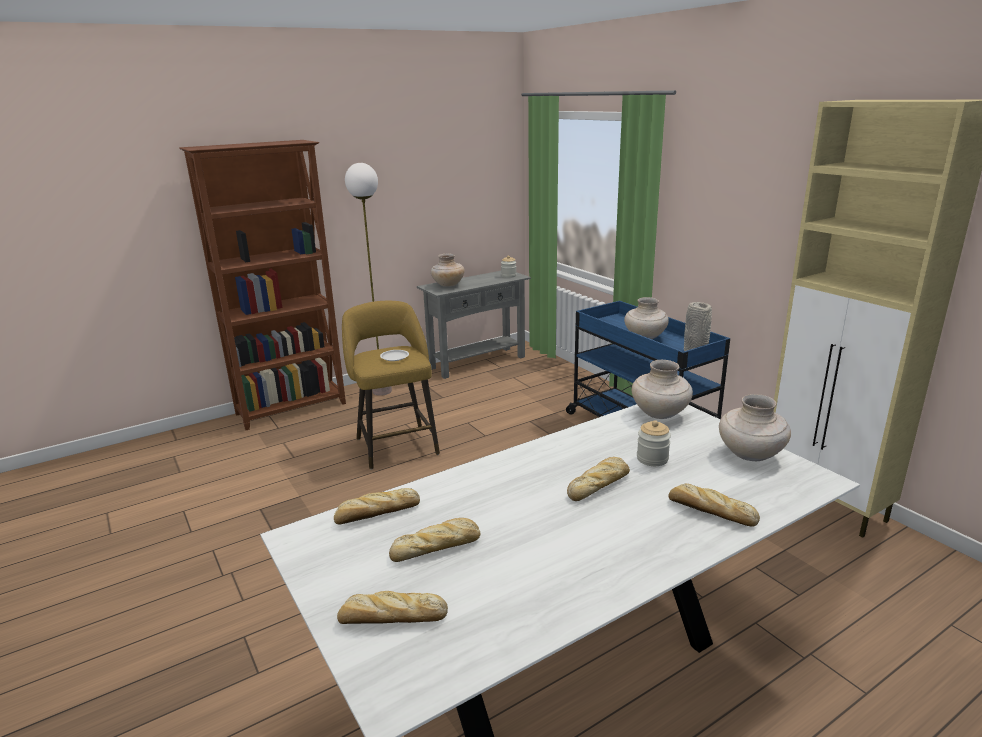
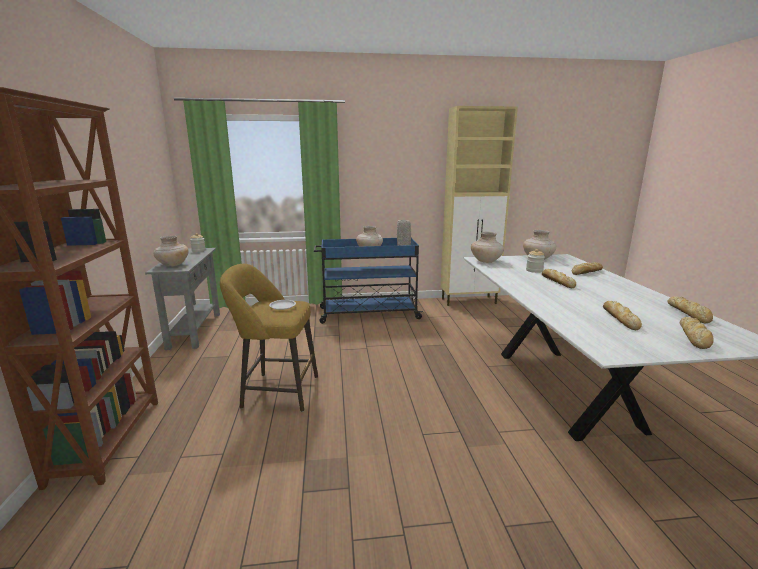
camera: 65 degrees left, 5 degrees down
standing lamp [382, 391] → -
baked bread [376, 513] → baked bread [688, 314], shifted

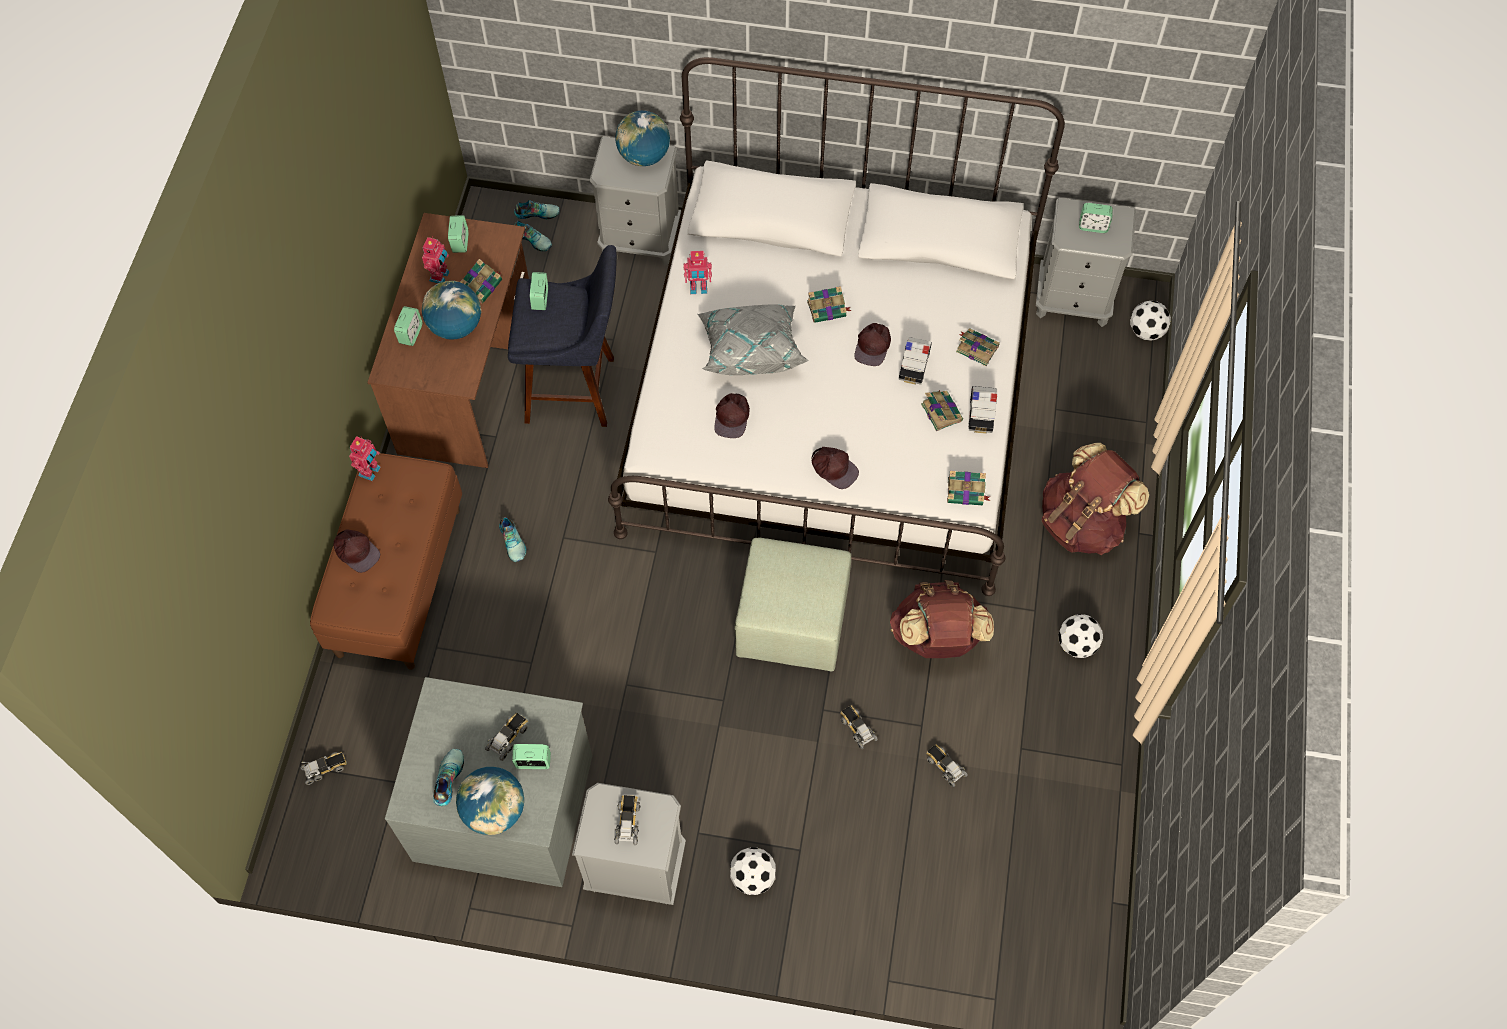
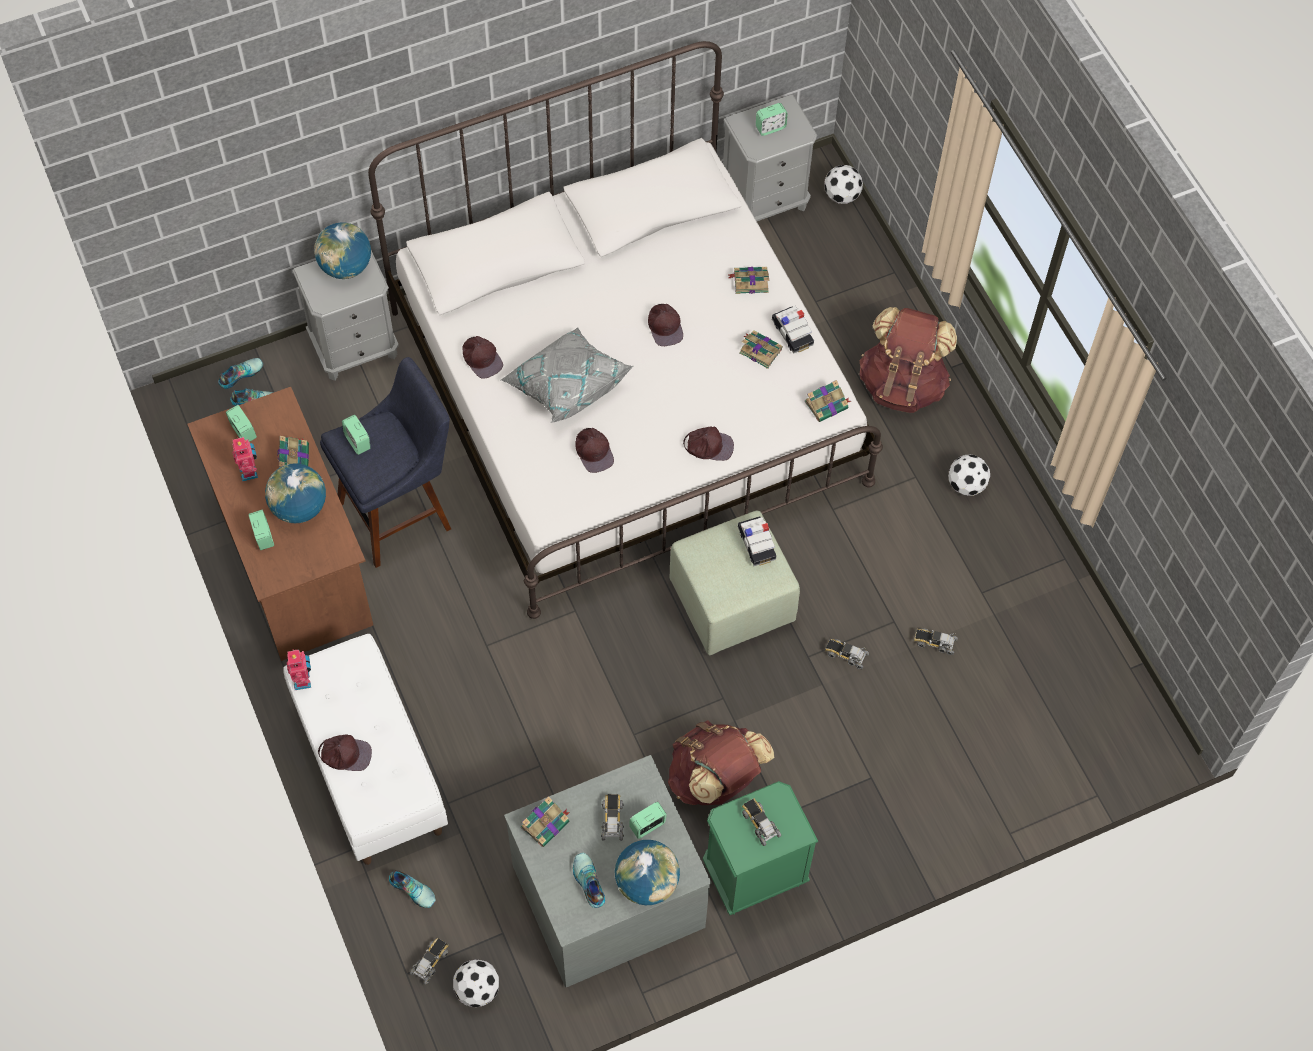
camera: 35 degrees left, 0 degrees up
low shoe [513, 541] → low shoe [413, 889], shifted
football ball [752, 876] → football ball [477, 989], shifted
bound book [827, 309] → bound book [545, 823], shifted
rucksack (brownish) [937, 638] → rucksack (brownish) [715, 779], shifted
toy car [914, 365] → toy car [756, 544], shifted
robot figure [698, 289] → baseball cap (brownish) [482, 358]
indoor bench (brownish) [398, 580] → indoor bench (white-coloured) [369, 767]
nightstand (gray) [636, 868] → nightstand (green-coloured) [753, 874]

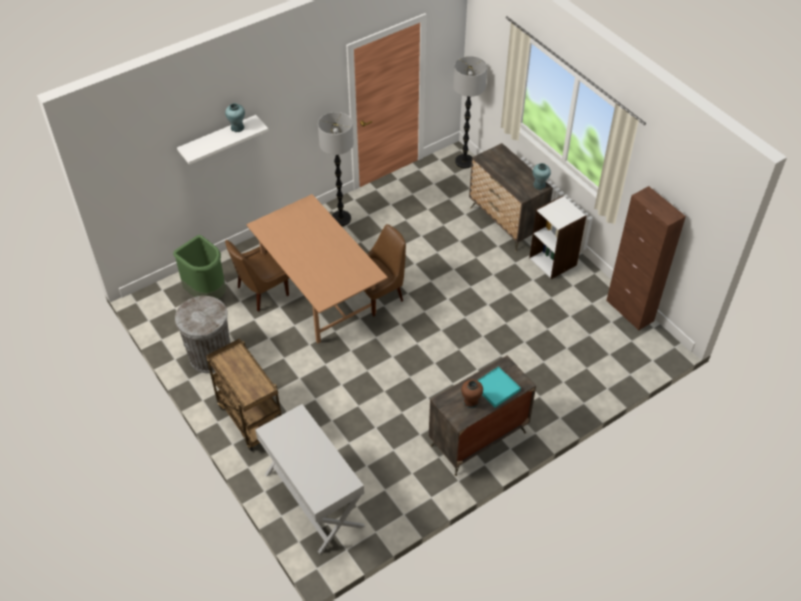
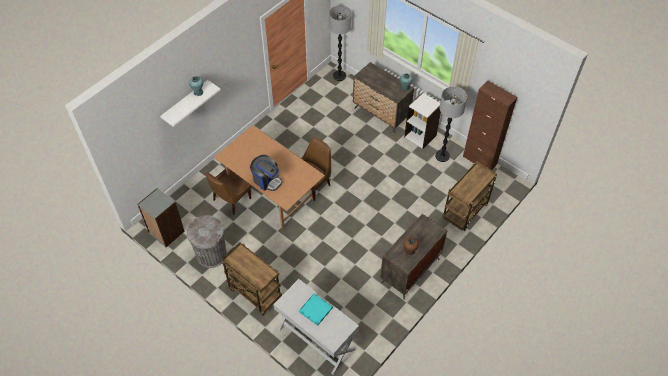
camera: 15 degrees left, 5 degrees up
trash can (green-coloured) [207, 294] → -
- → bookcase (gray) [166, 232]
- → coffee machine [266, 180]
- → wheeled cart (brownish) [465, 212]
standing lamp [341, 219] → standing lamp [442, 156], shifted
tray (blue-green) [496, 388] → tray (blue-green) [315, 310], shifted

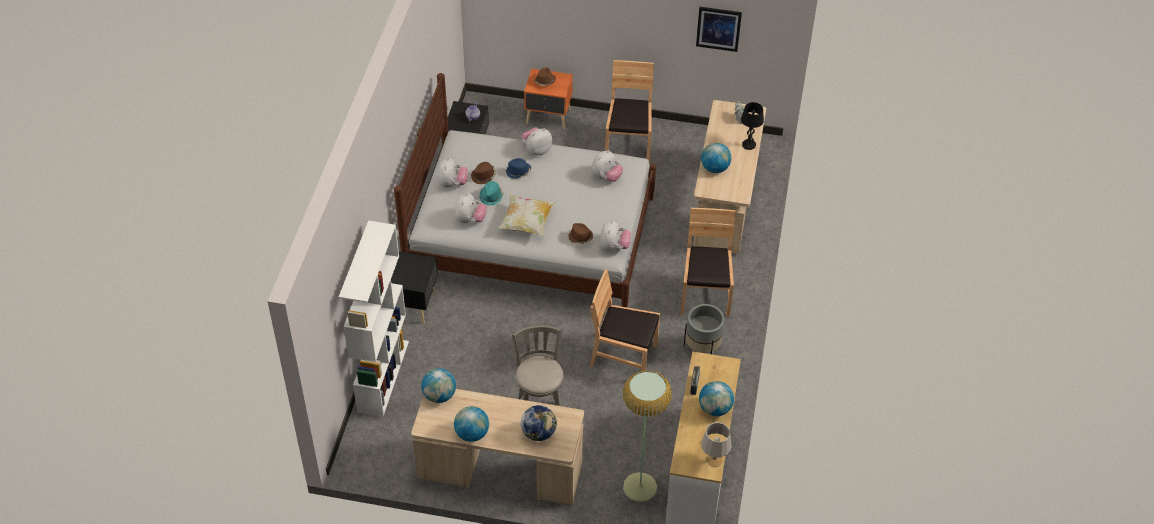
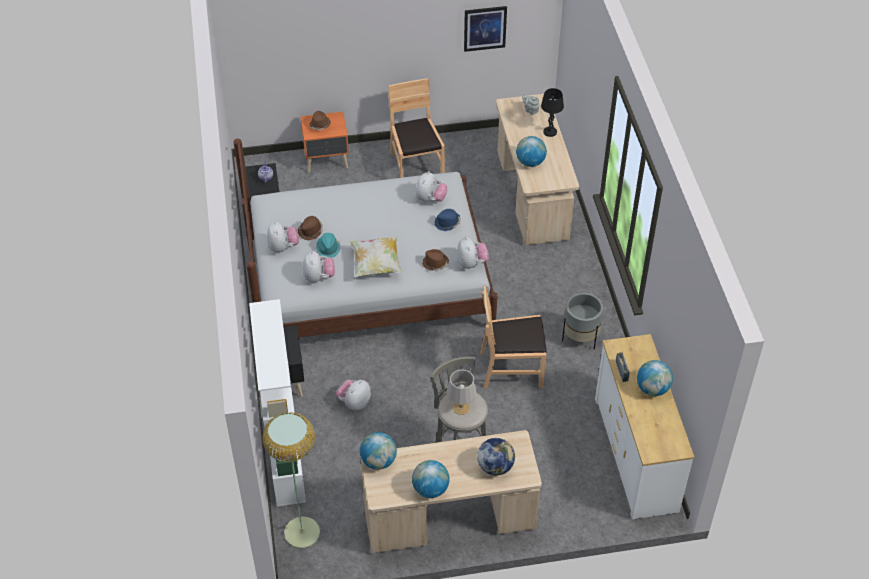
camera: 20 degrees left, 0 degrees up
chair (brownish) [705, 294] → -
clothing hat (blue) [518, 172] → clothing hat (blue) [447, 223], shifted
soft toy [536, 150] → soft toy [354, 402], shifted
standing lamp [640, 487] → standing lamp [302, 533], shifted
table lamp (gray) [714, 460] → table lamp (gray) [461, 408], shifted

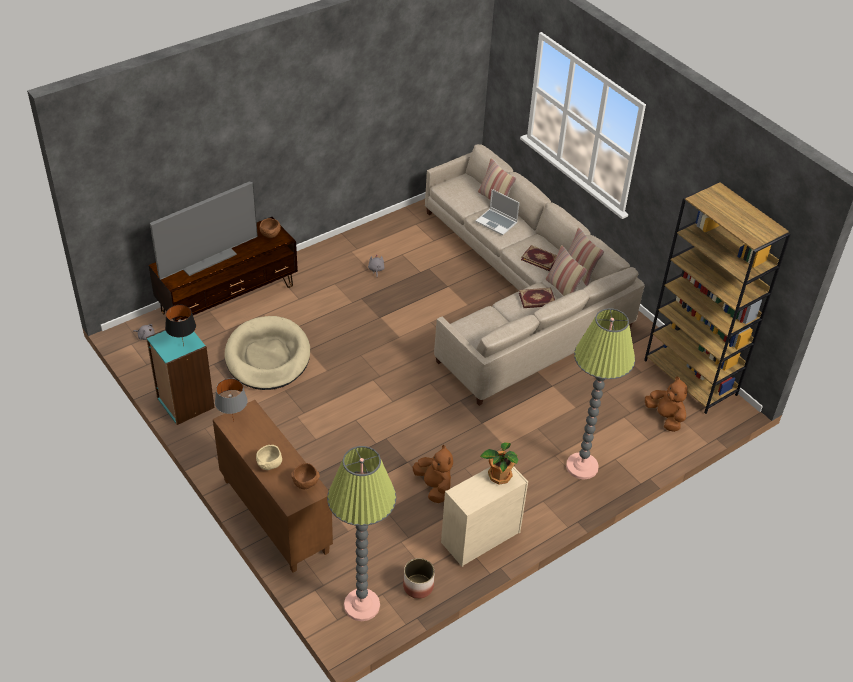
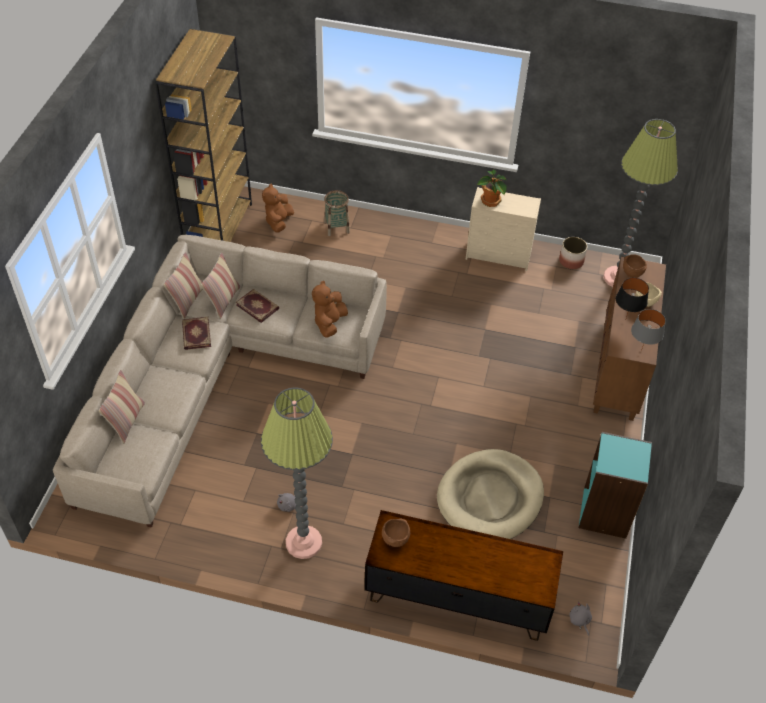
camera: 130 degrees left, 5 degrees up
television [206, 257] → -
laptop [497, 222] → -
- → basket [336, 227]
table lamp (black) [183, 346] → table lamp (black) [625, 319], shifted
soft toy (brownish) [434, 487] → soft toy (brownish) [329, 323], shifted
standing lamp [582, 466] → standing lamp [303, 542], shifted

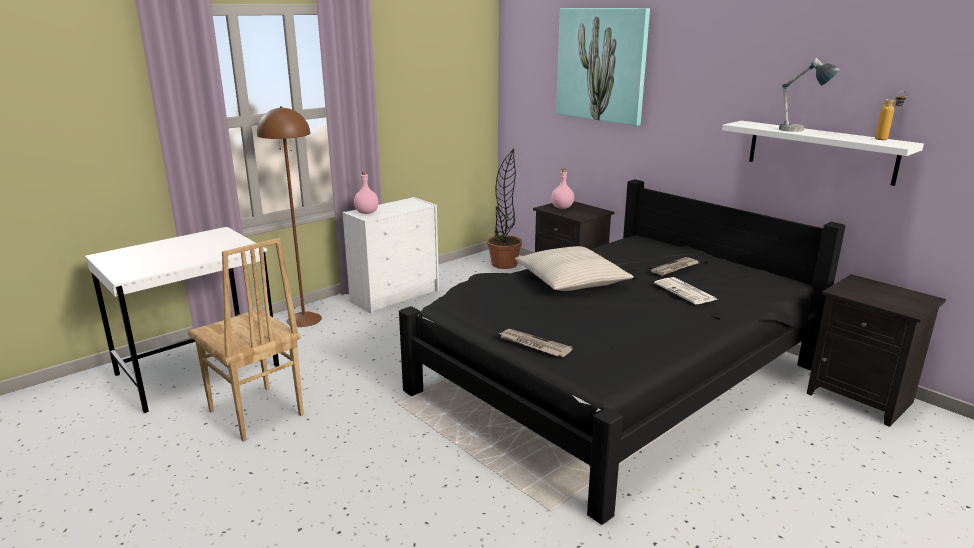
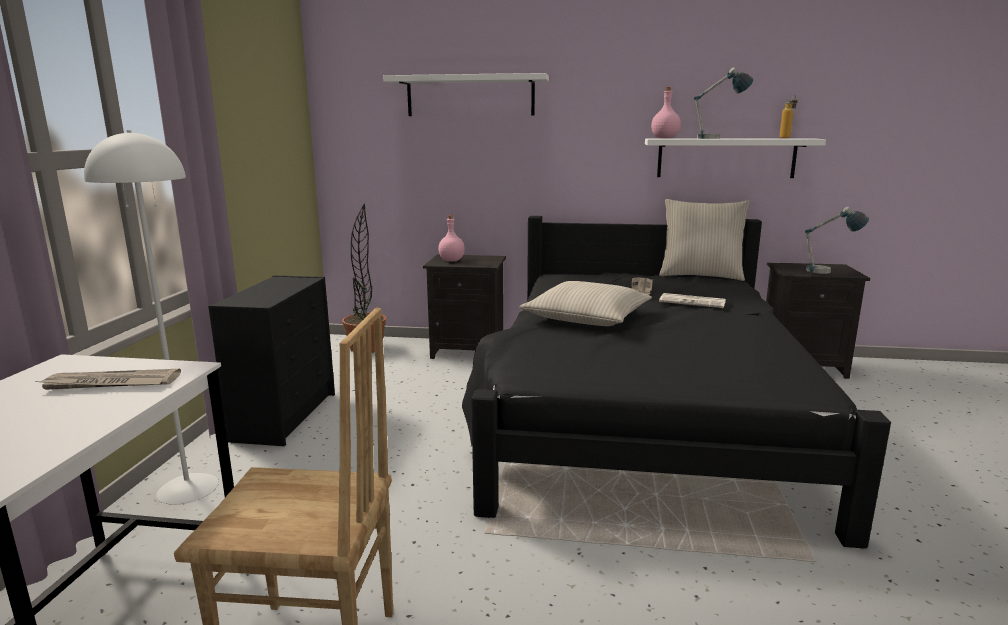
camera: 40 degrees left, 5 degrees down
- → cushion (beige-coloured) [700, 275]
- → table lamp [829, 272]
drink bottle (pinkish) [366, 212] → drink bottle (pinkish) [664, 138], shifted
daily paper [533, 345] → daily paper [110, 384], shifted
wall picture [602, 65] → wall shelf (white-coloured) [470, 96]
standing lamp (brownish) [304, 319] → standing lamp (white-coloured) [188, 488]
drawer chest (white-coloured) [396, 296] → drawer chest (black) [286, 415]

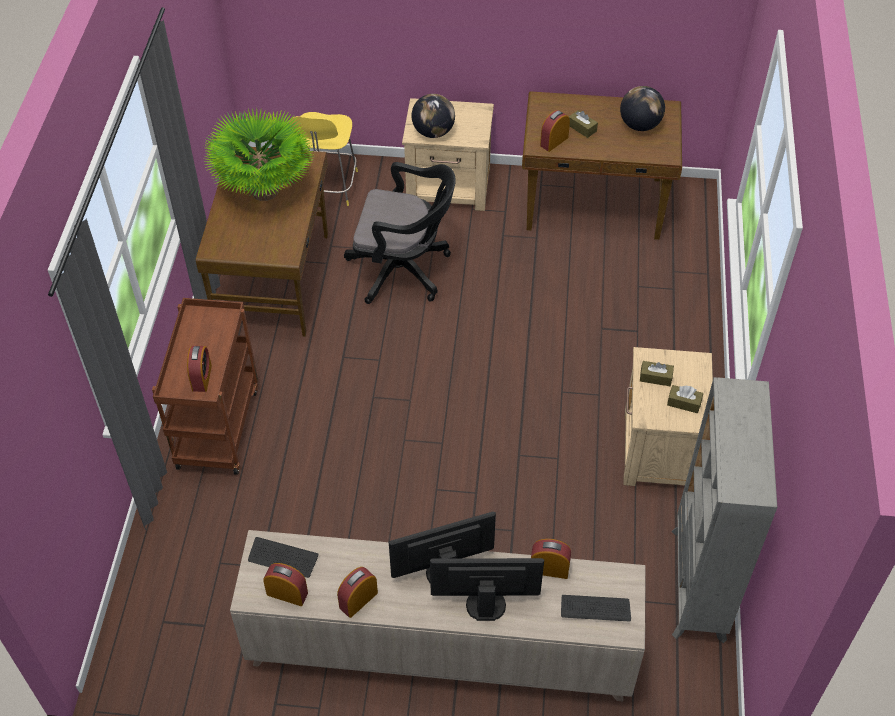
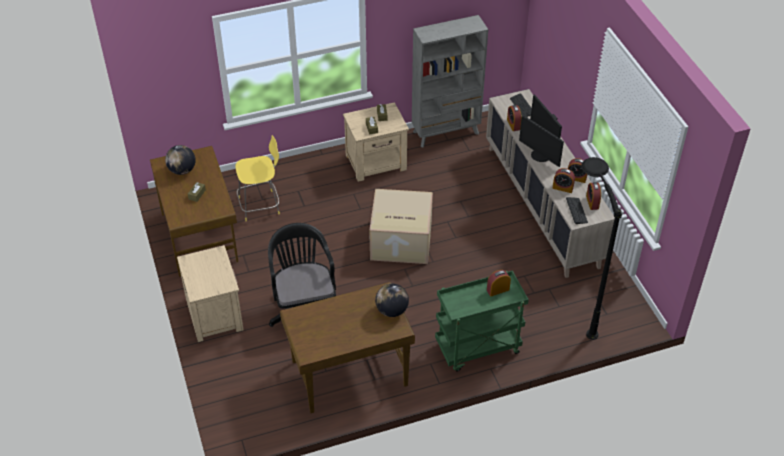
camera: 115 degrees left, 5 degrees down
potted plant [264, 191] → -
- → cardboard box [400, 241]
- → standing lamp (black) [577, 306]
stool (yellow) [327, 187] → stool (yellow) [261, 205], shifted
desk globe [433, 132] → desk globe [391, 310], shifted
table clock [554, 141] → table clock [562, 188], shifted
wheeled cart (brownish) [217, 426] → wheeled cart (green-coloured) [477, 348]

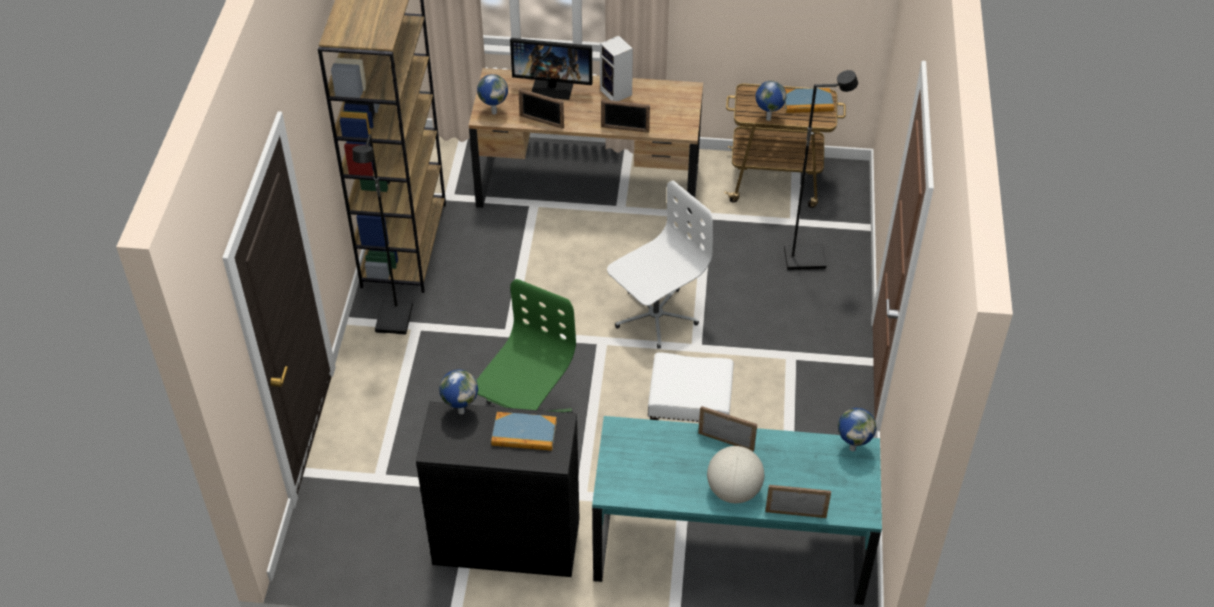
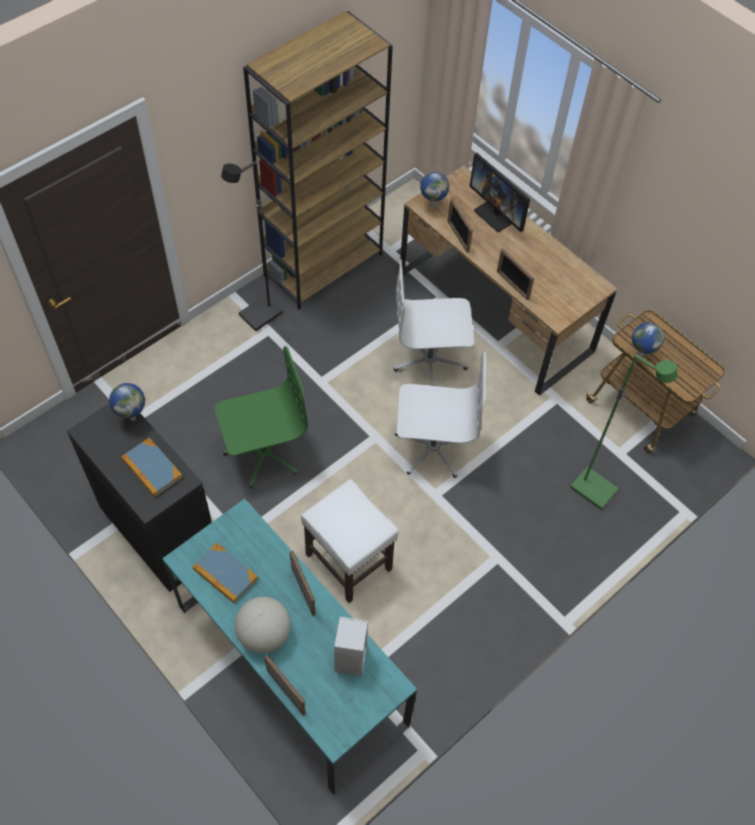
camera: 40 degrees right, 10 degrees up
desk globe [852, 448] → -
- → office chair (white-coloured) [430, 361]
audio speaker [617, 93] → audio speaker [351, 660], shifted
bound book [807, 103] → bound book [225, 574], shifted
standing lamp (black) [805, 258] → standing lamp (green-coloured) [594, 489]

